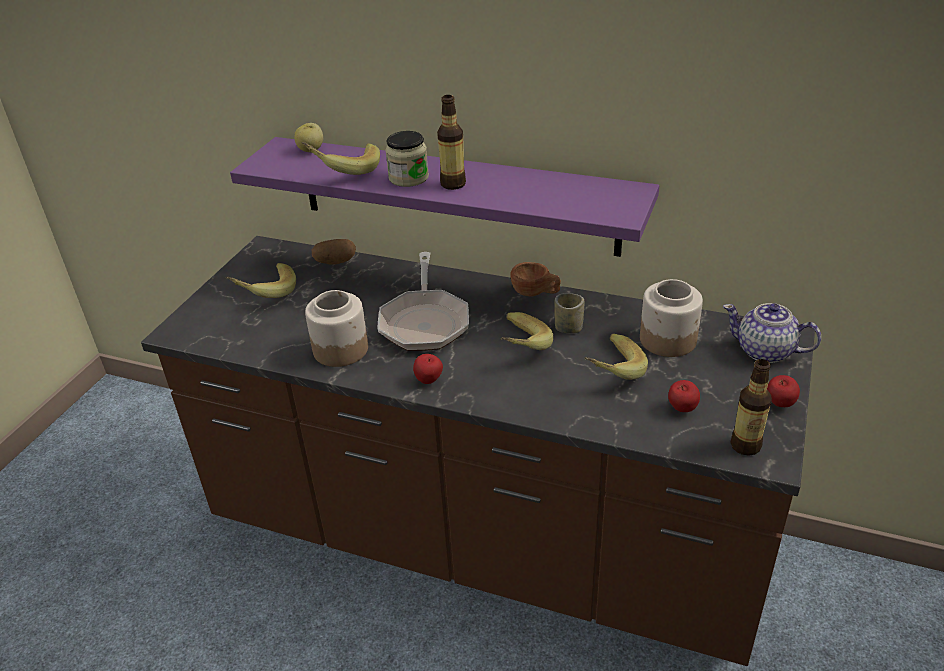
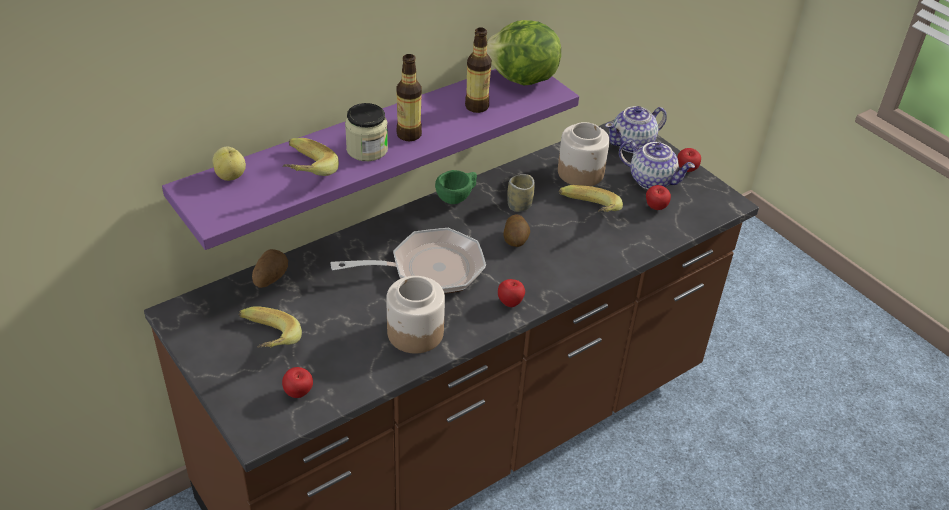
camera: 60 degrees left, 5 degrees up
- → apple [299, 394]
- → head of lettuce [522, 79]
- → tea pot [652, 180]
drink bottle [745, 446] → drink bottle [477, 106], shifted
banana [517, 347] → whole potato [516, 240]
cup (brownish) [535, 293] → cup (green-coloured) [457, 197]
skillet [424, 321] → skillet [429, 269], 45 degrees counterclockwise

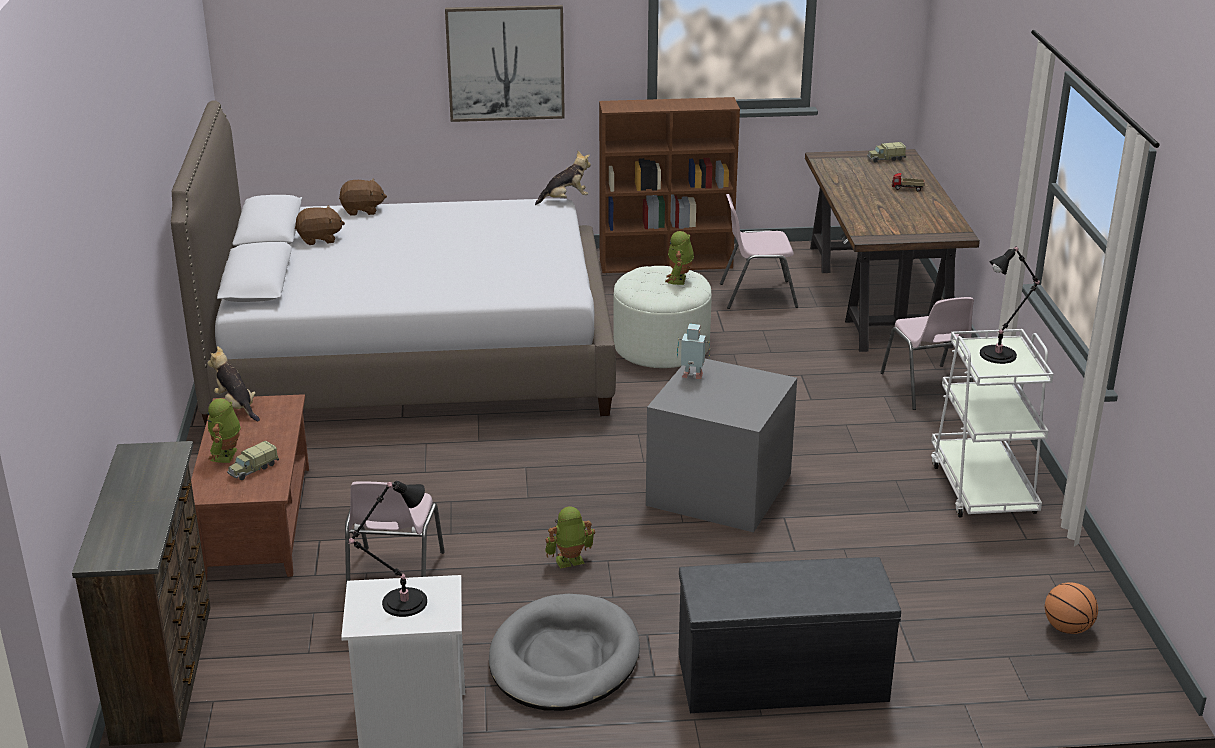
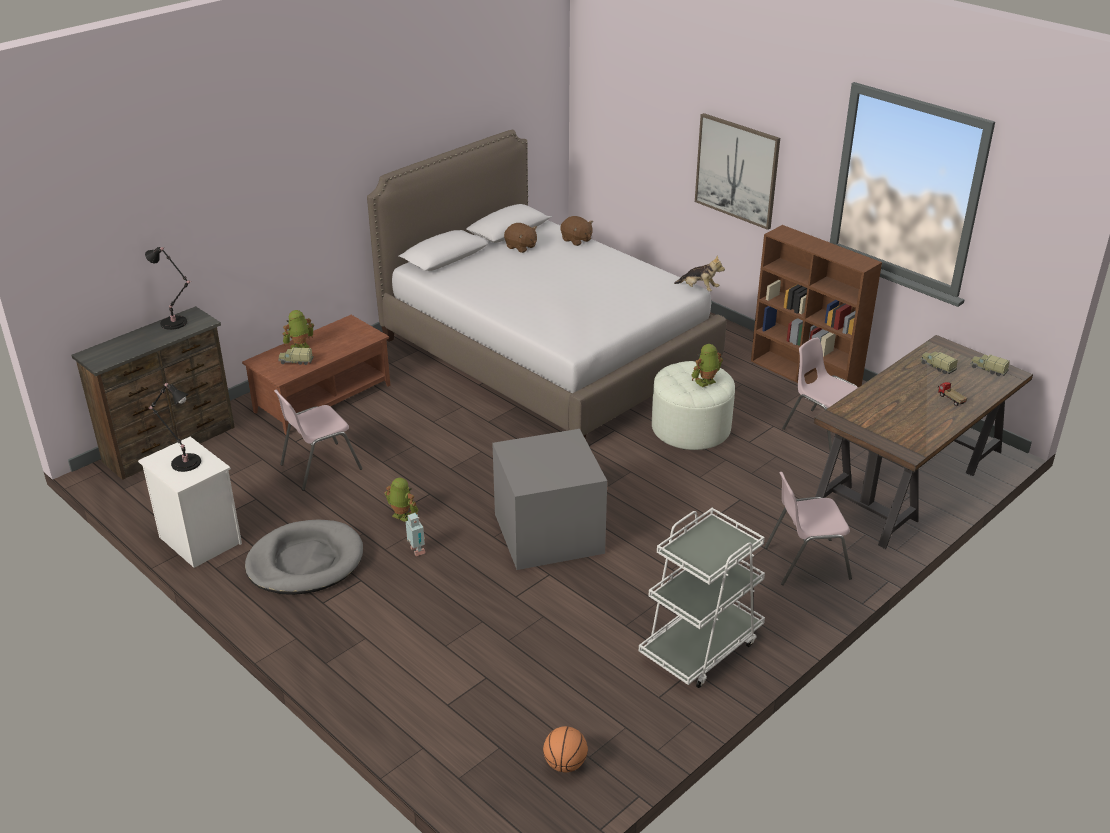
camera: 50 degrees right, 5 degrees up
soft toy [237, 406] → -
indoor bench (gray) [780, 679] → -
- → model truck [937, 367]
robot figure [692, 377] → robot figure [416, 551], shifted
table lamp (black) [1000, 354] → table lamp (black) [175, 323], shifted
chair (pinkish) [927, 388] → chair (pinkish) [805, 562], 45 degrees clockwise

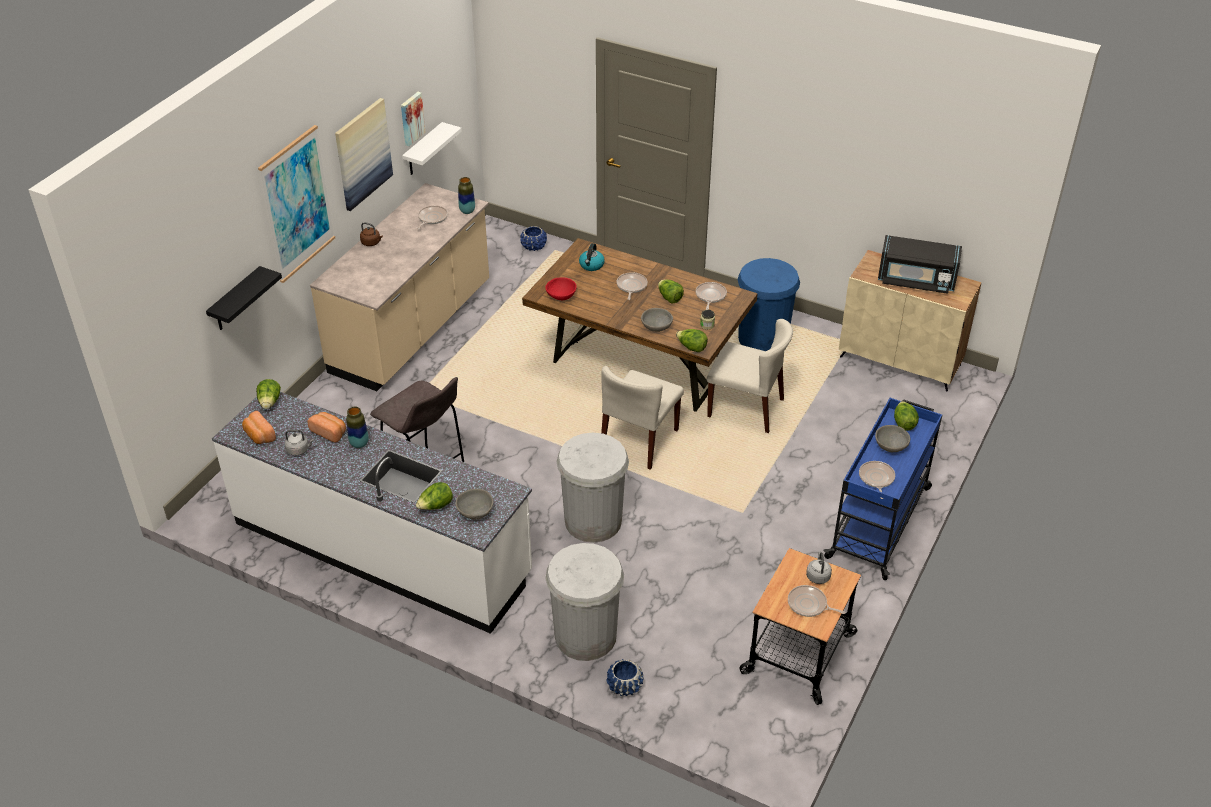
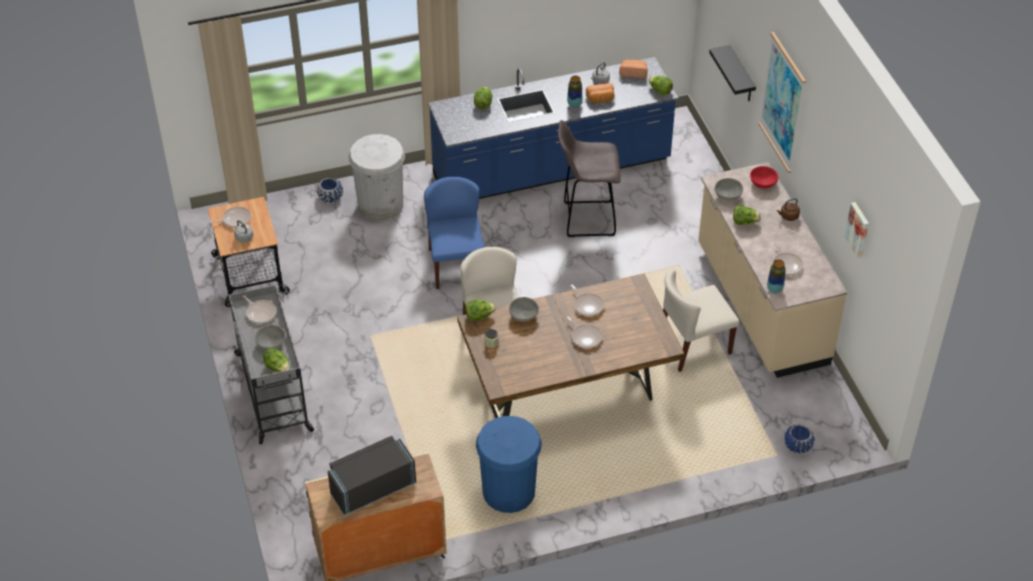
camera: 135 degrees right, 5 degrees up
wall picture [362, 154] → -
wall shelf (white-coloured) [423, 150] → -
water kettle [591, 265] → -
bowl (gray) [475, 512] → bowl (gray) [727, 195], shifted
bowl (red-coloured) [560, 296] → bowl (red-coloured) [763, 183], shifted
head of lettuce [669, 298] → head of lettuce [744, 222], shifted
skillet [710, 296] → skillet [587, 305], shifted
chair (beige-coloured) [746, 408] → chair (beige-coloured) [693, 345], shifted
trash can (white-coloured) [593, 521] → chair (blue) [456, 265]
counter (white-coloured) [382, 548] → counter (blue) [552, 169]
wheeled cart (blue) [879, 521] → wheeled cart (gray) [274, 393]

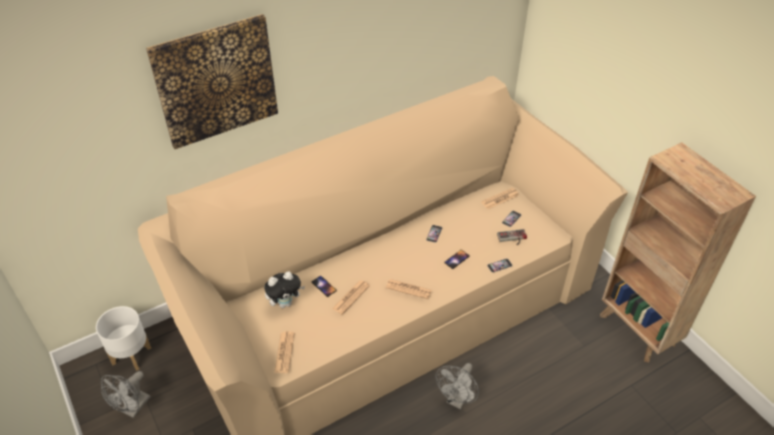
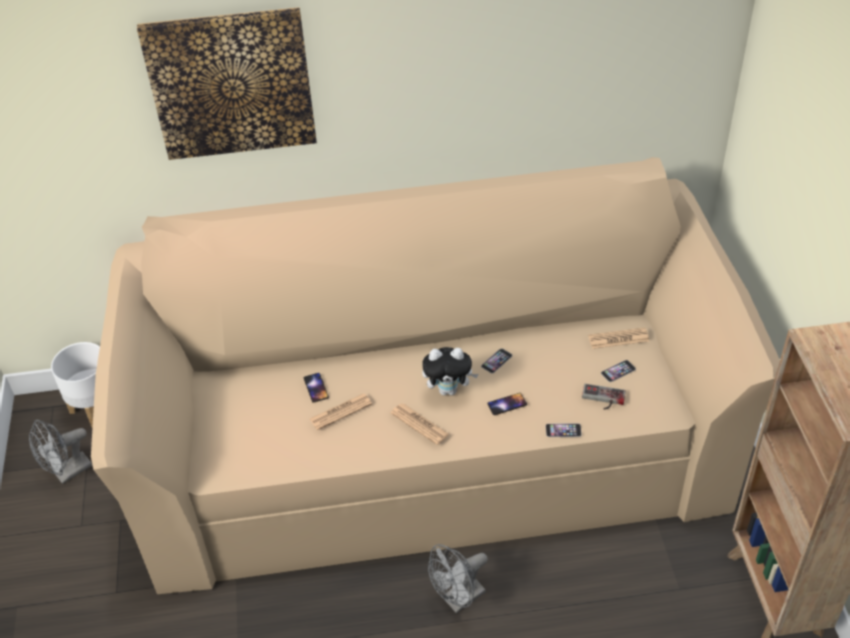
camera: 25 degrees right, 0 degrees up
daily paper [284, 352] → -
soft toy [285, 303] → soft toy [449, 390], shifted

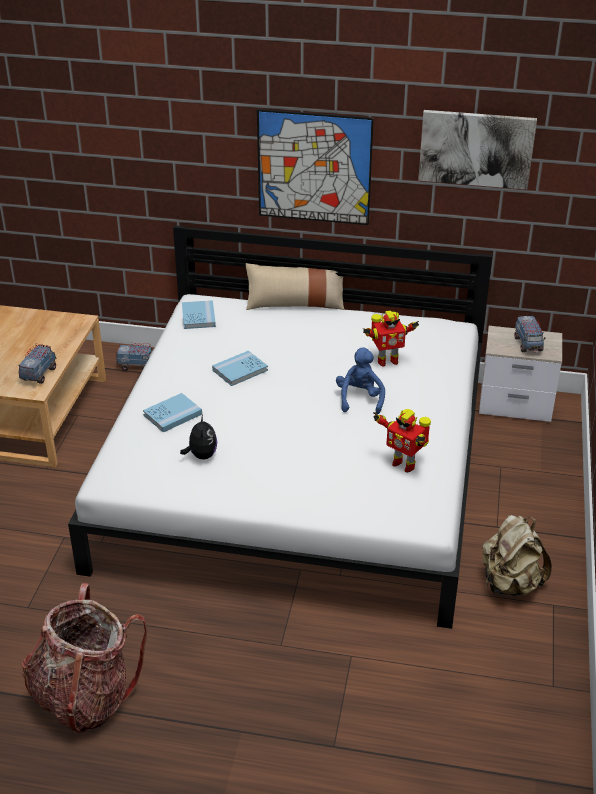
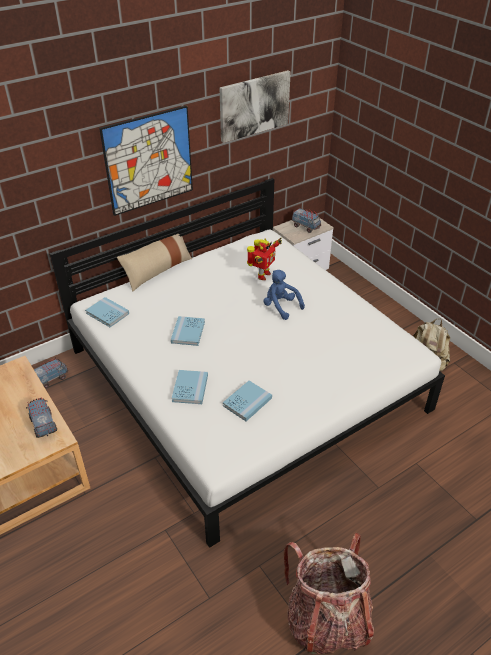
camera: 45 degrees left, 5 degrees up
robot figure [403, 464] → -
soft toy [201, 455] → bound book (blue) [247, 402]

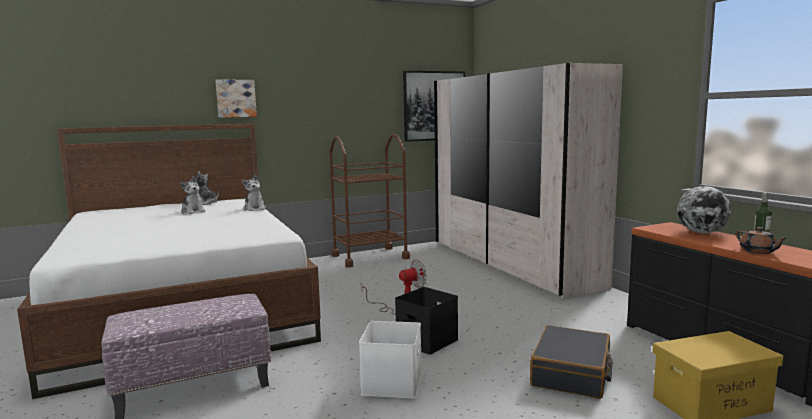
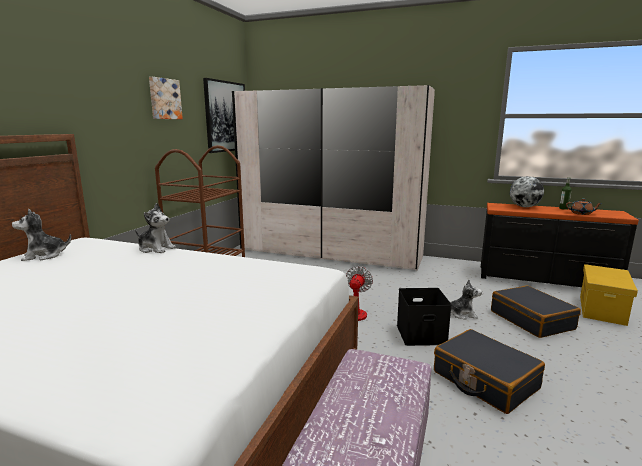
camera: 45 degrees left, 5 degrees up
soft toy [193, 211] → soft toy [462, 314], shifted
wall picture [236, 98] → wall picture [164, 99], shifted
storage box (white-coloured) [393, 383] → suitcase (black) [484, 380]

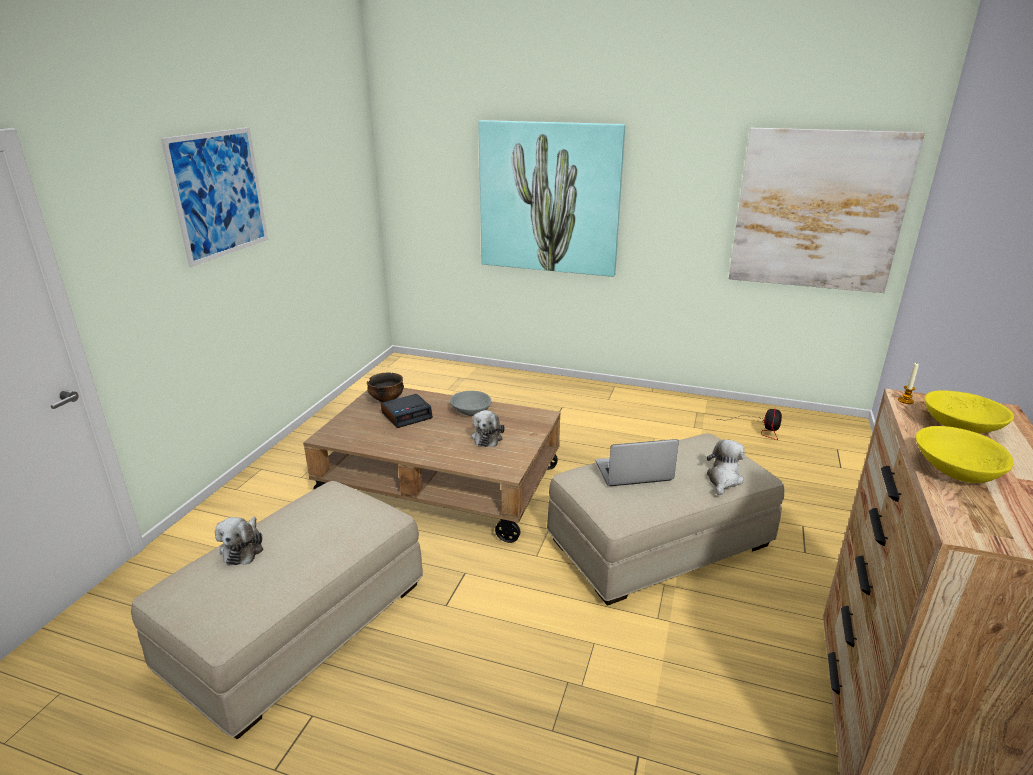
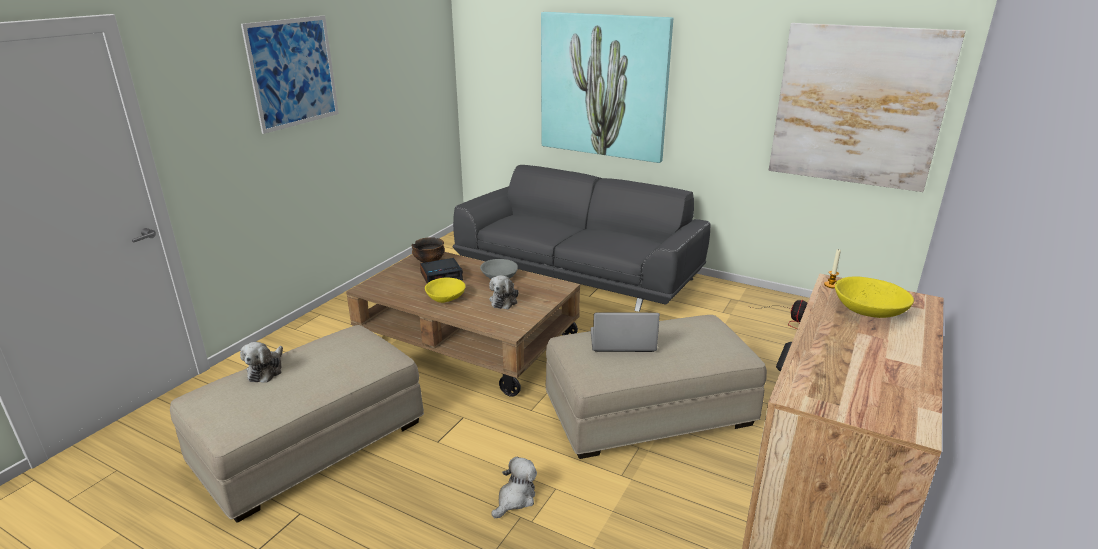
camera: 10 degrees right, 0 degrees up
- → couch (gray) [579, 276]
soft toy [723, 479] → soft toy [515, 498], shifted
bowl (yellow) [956, 468] → bowl (yellow) [445, 297], shifted

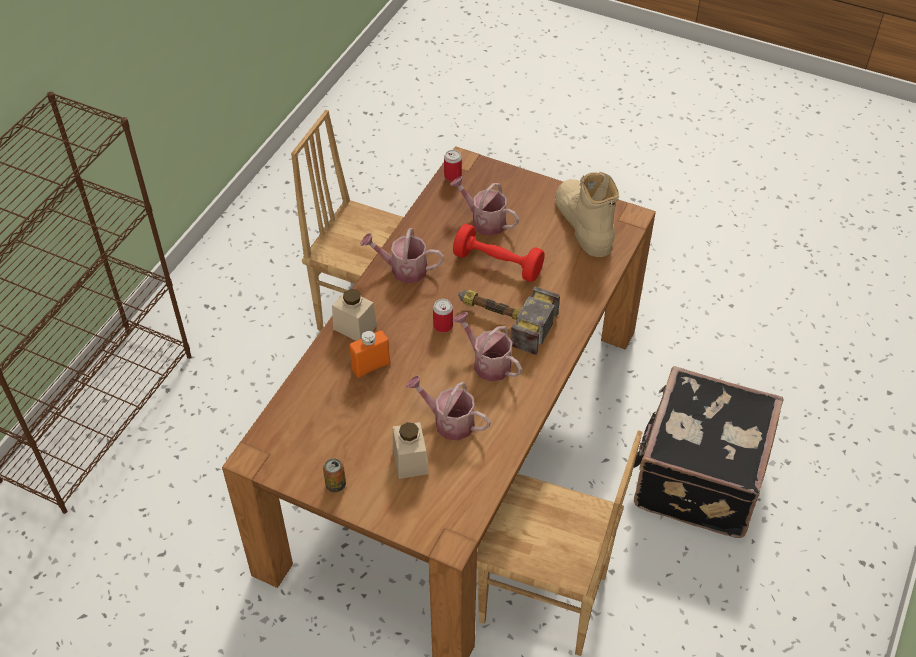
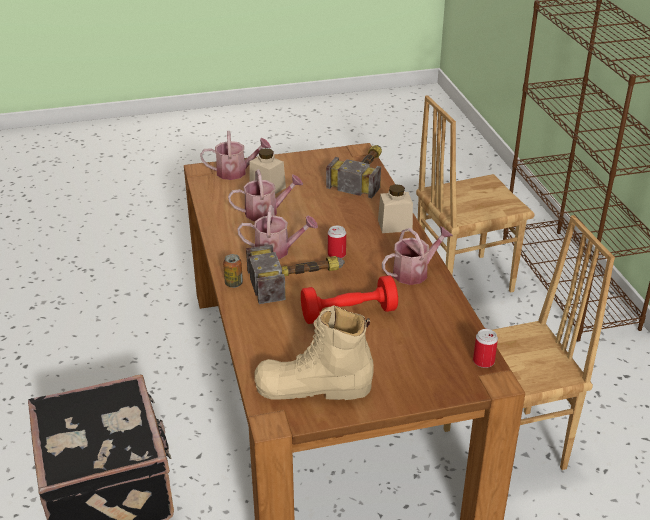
camera: 140 degrees right, 15 degrees down
drink bottle (orange-coloured) [371, 366] → -
- → hammer [364, 174]
metal can [335, 485] → metal can [233, 283], shifted
sprinkling can [484, 221] → sprinkling can [236, 172], shifted
chair (brownish) [543, 601] → chair (brownish) [462, 280], shifted
boot (beige-coloured) [583, 224] → boot (beige-coloured) [313, 387], 150 degrees clockwise

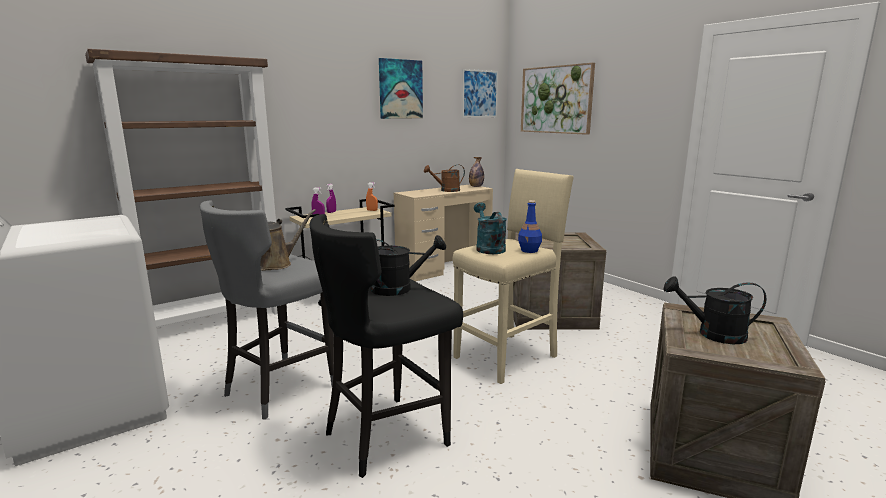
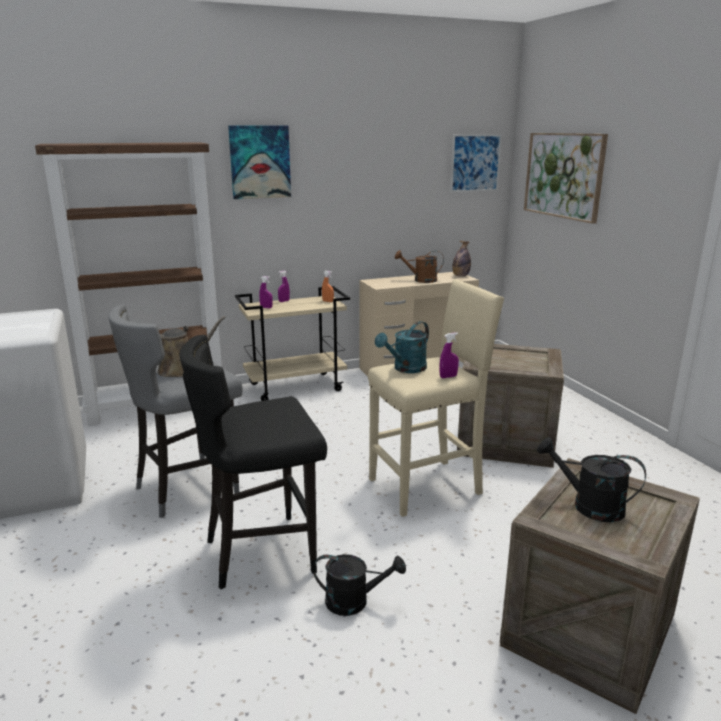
camera: 15 degrees right, 5 degrees up
sprinkling can (black) [399, 288] → sprinkling can (black) [354, 601], shifted
wall picture [400, 89] → wall picture [260, 162], shifted
drink bottle (blue) [529, 250] → hand sprayer (purplish) [448, 377]
sprinkling can (blue-green) [488, 248] → sprinkling can (blue-green) [405, 369], 135 degrees counterclockwise

